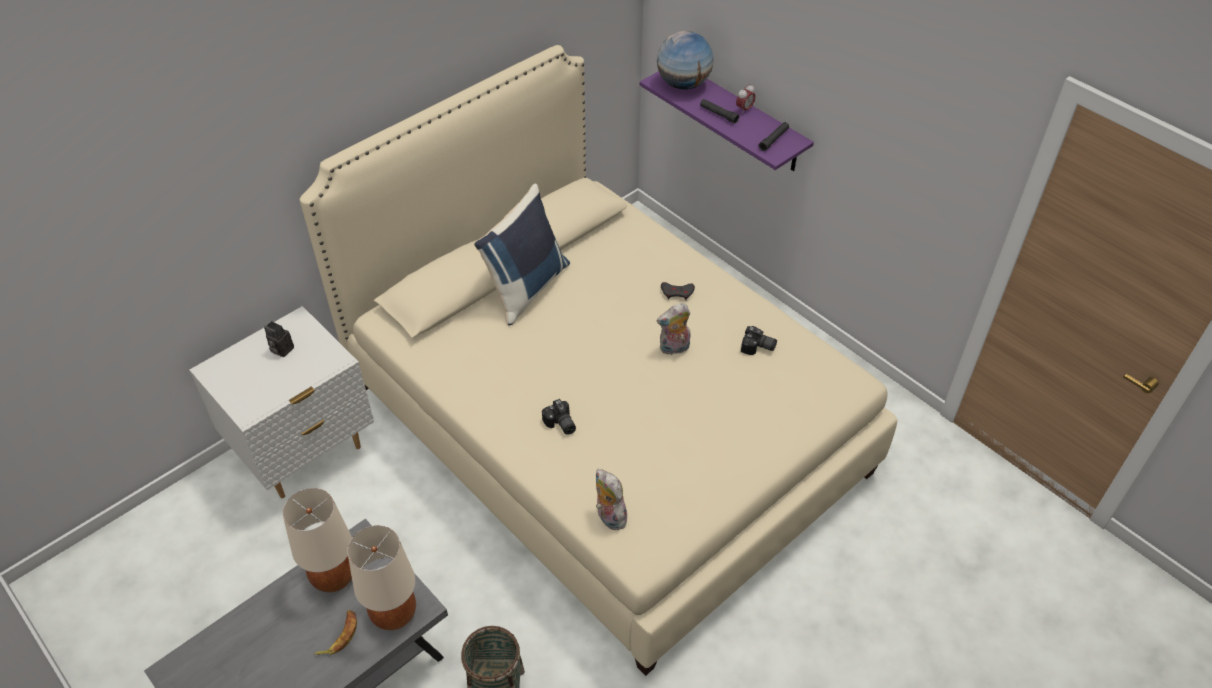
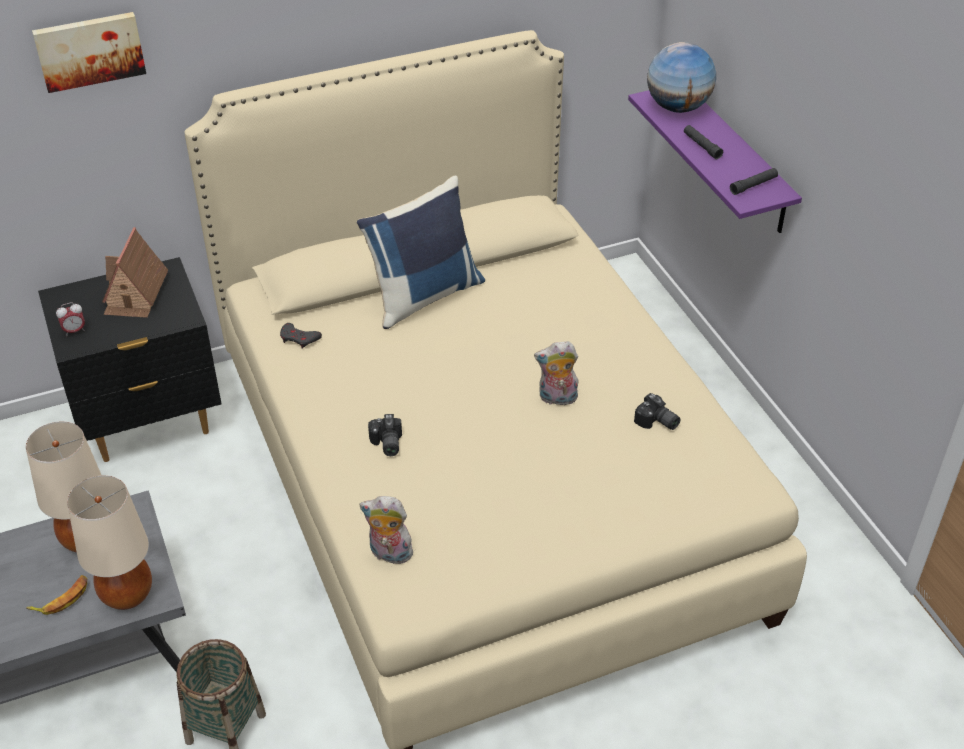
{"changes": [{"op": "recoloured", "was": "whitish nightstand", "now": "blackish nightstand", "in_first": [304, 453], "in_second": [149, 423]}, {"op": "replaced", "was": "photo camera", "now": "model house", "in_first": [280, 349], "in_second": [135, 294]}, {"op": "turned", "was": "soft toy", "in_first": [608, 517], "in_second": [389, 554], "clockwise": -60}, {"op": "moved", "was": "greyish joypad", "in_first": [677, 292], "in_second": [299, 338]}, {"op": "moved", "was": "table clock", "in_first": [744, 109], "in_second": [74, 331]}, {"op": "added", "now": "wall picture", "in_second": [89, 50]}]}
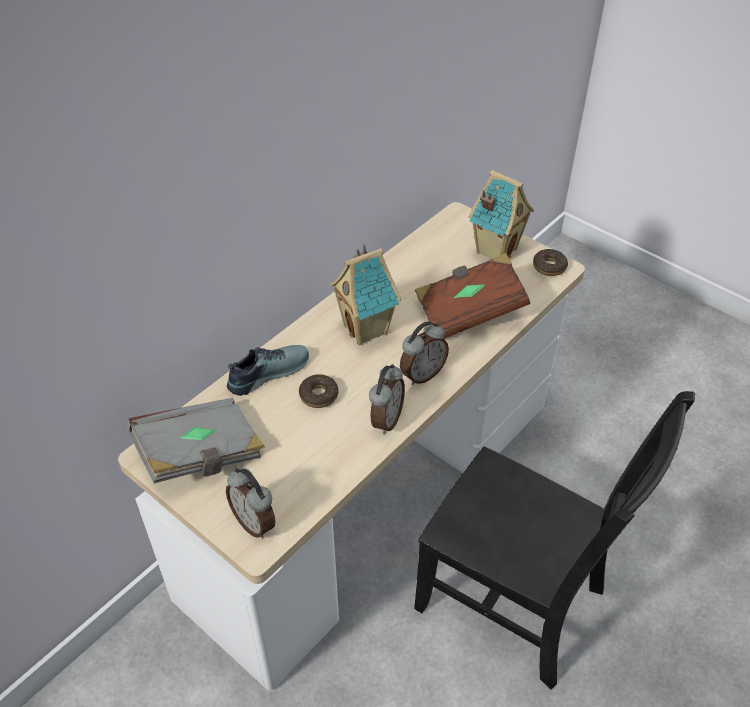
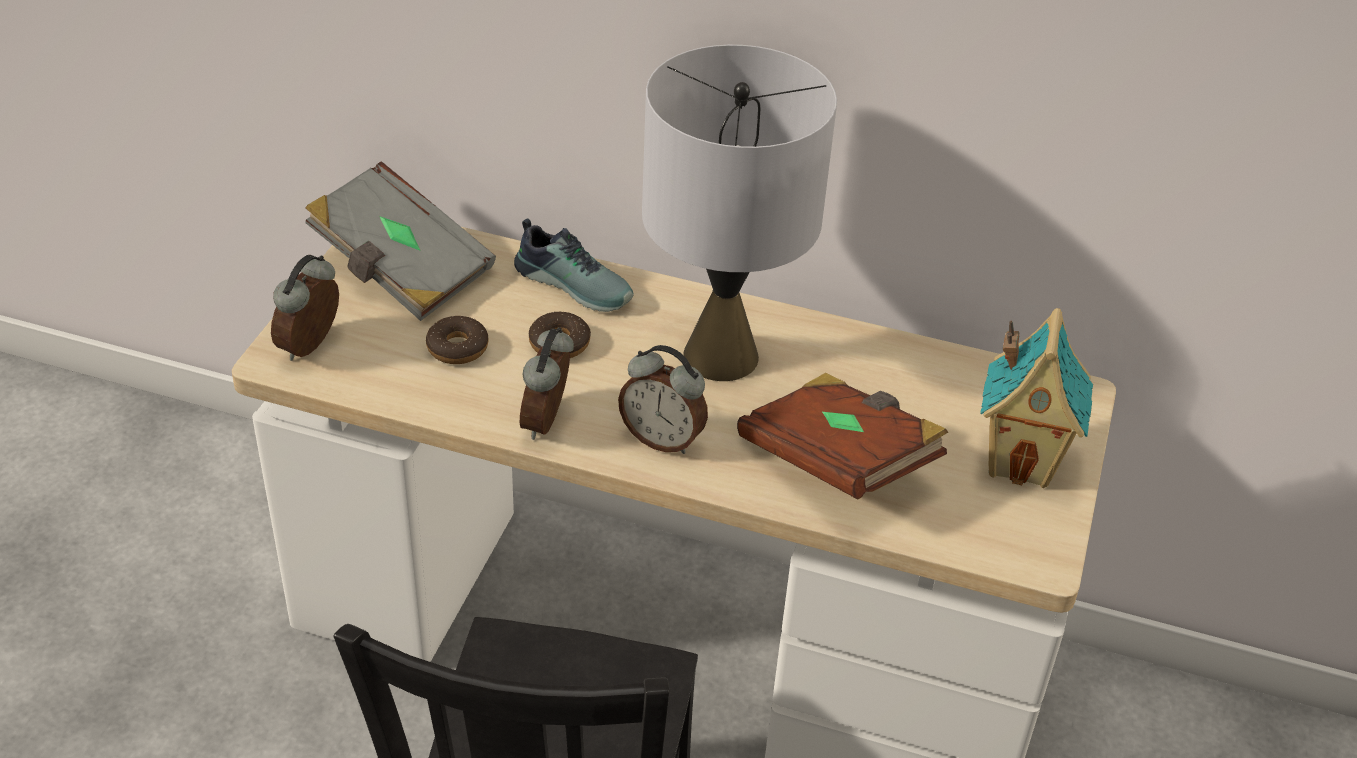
{"changes": [{"op": "replaced", "was": "model house", "now": "greyish table lamp", "in_first": [367, 329], "in_second": [721, 357]}, {"op": "turned", "was": "table clock", "in_first": [385, 419], "in_second": [548, 422], "clockwise": 105}, {"op": "moved", "was": "doughnut", "in_first": [549, 267], "in_second": [457, 348]}]}
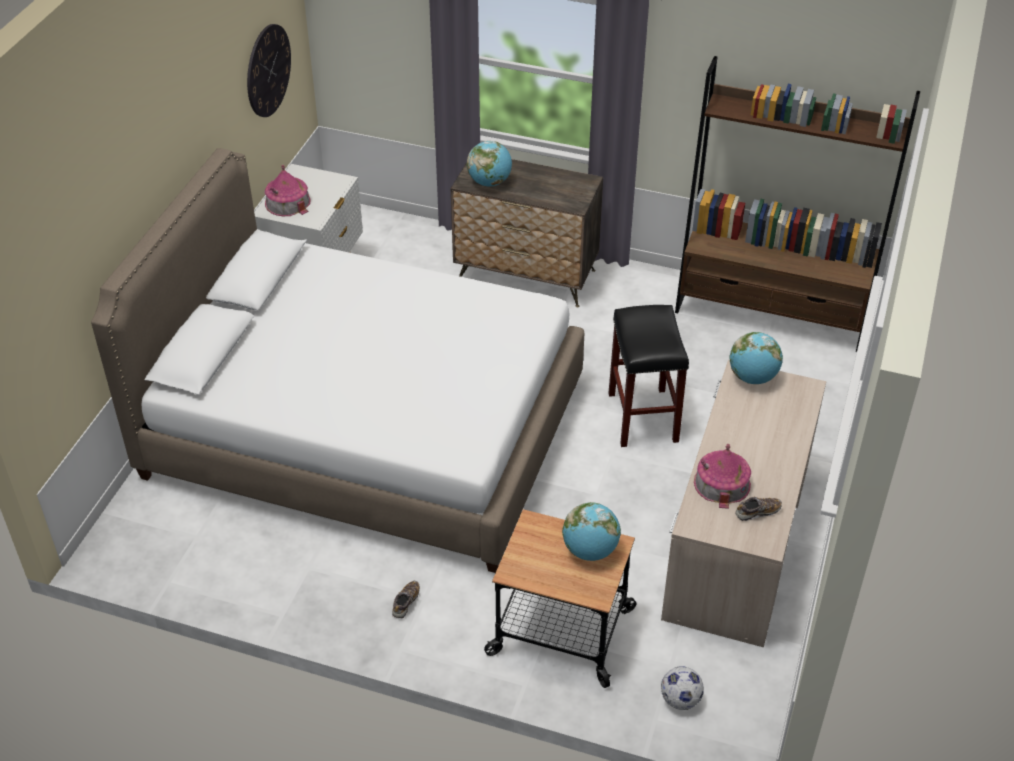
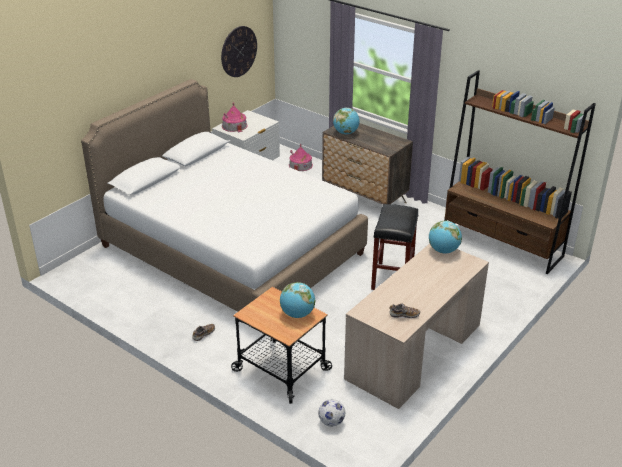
{"changes": [{"op": "moved", "was": "model house", "in_first": [722, 483], "in_second": [300, 165]}]}
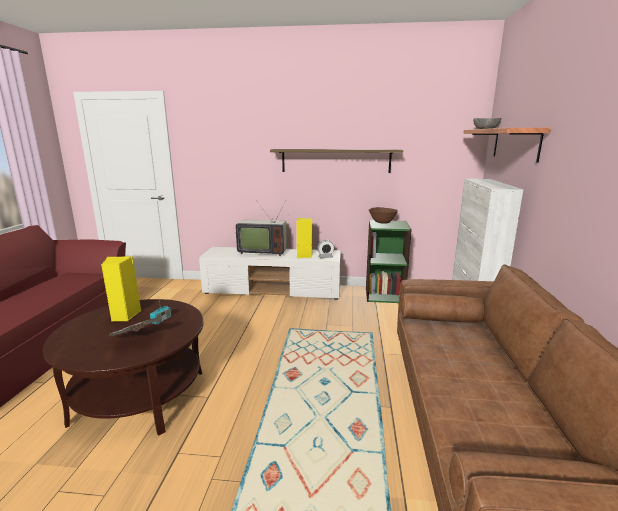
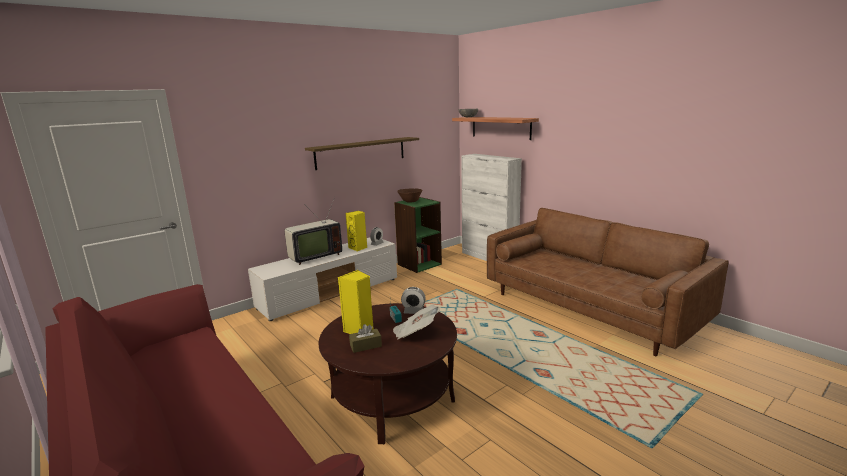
{"changes": [{"op": "added", "now": "brownish tissue holder", "in_second": [365, 346]}, {"op": "added", "now": "table clock", "in_second": [413, 311]}]}
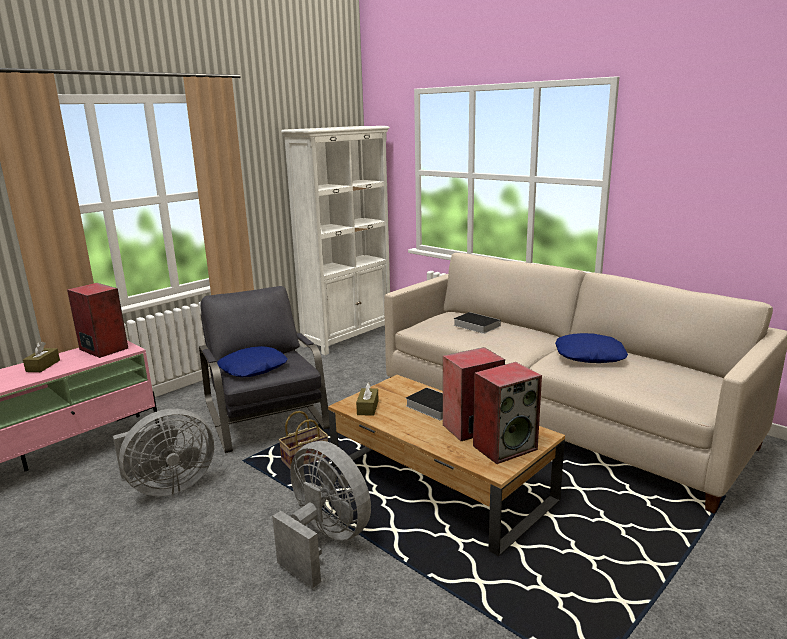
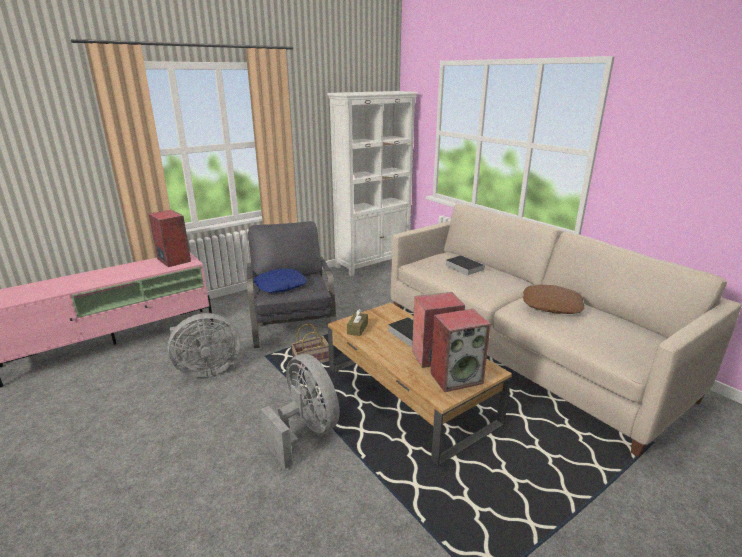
{"changes": [{"op": "removed", "was": "brownish tissue holder", "in_first": [43, 366]}, {"op": "recoloured", "was": "blue pillow", "now": "brownish pillow", "in_first": [589, 355], "in_second": [551, 305]}]}
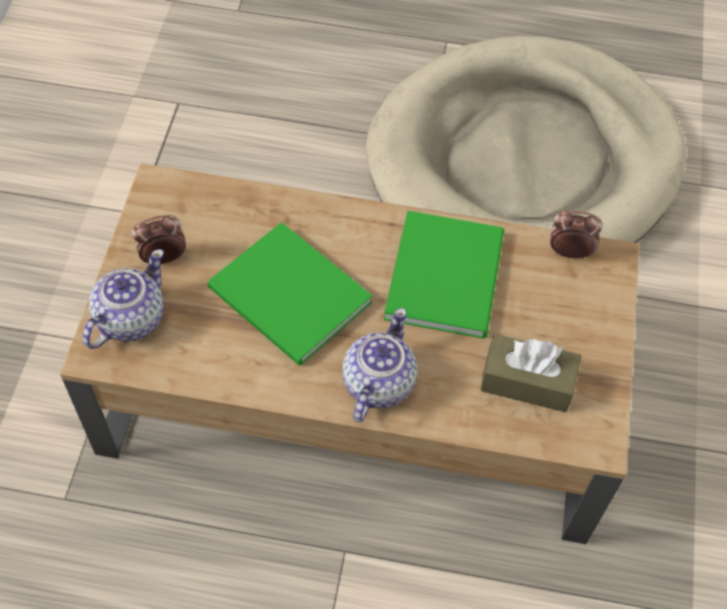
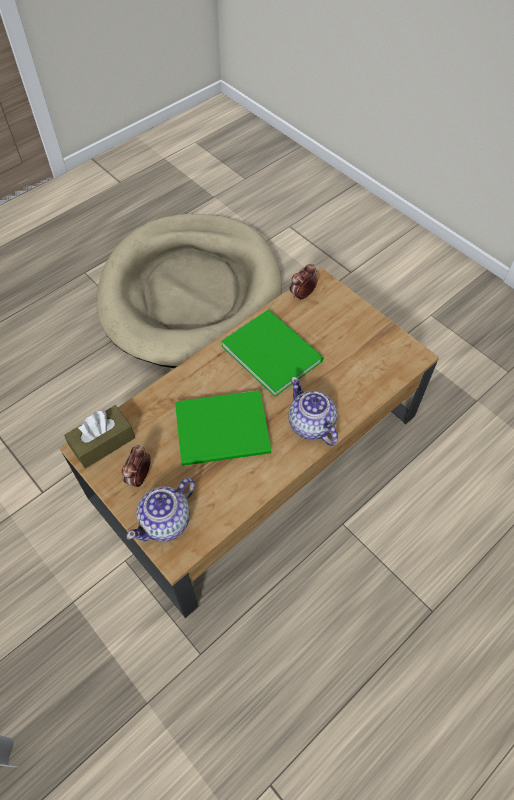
{"changes": [{"op": "turned", "was": "pot for tea", "in_first": [129, 319], "in_second": [166, 521], "clockwise": -120}, {"op": "moved", "was": "brownish tissue holder", "in_first": [527, 382], "in_second": [103, 442]}]}
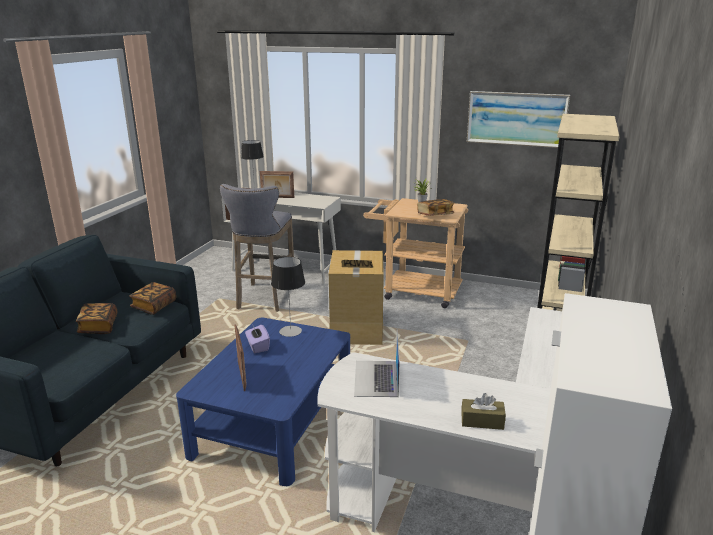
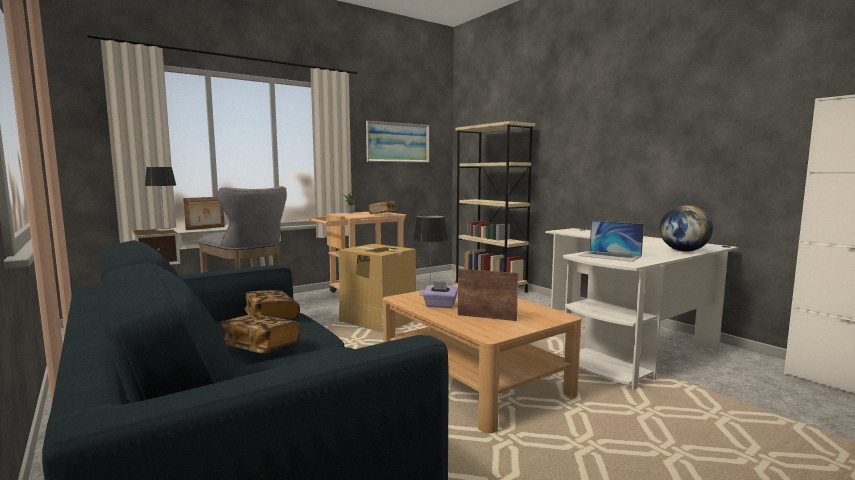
{"changes": [{"op": "recoloured", "was": "blue lounge table", "now": "beige lounge table", "in_first": [274, 421], "in_second": [473, 379]}, {"op": "replaced", "was": "brownish tissue holder", "now": "globe", "in_first": [482, 421], "in_second": [683, 251]}]}
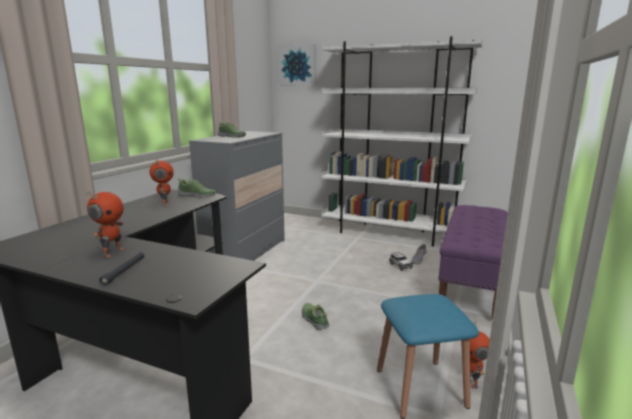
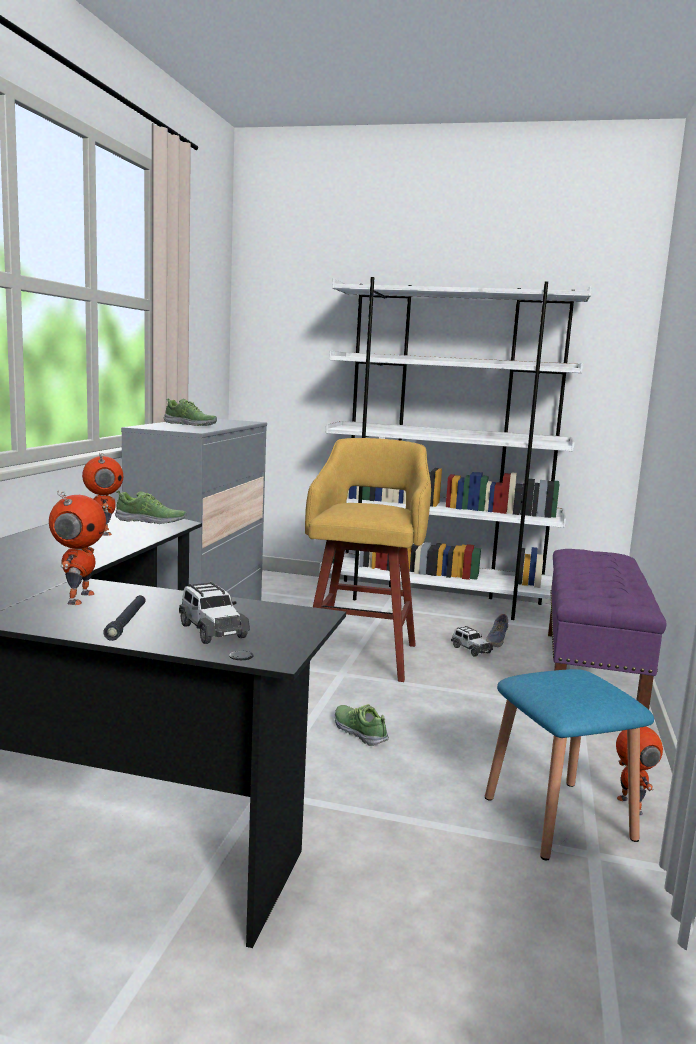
{"changes": [{"op": "removed", "was": "wall picture", "in_first": [298, 65]}, {"op": "added", "now": "model car", "in_second": [211, 630]}, {"op": "added", "now": "yellowish stool seat", "in_second": [362, 654]}]}
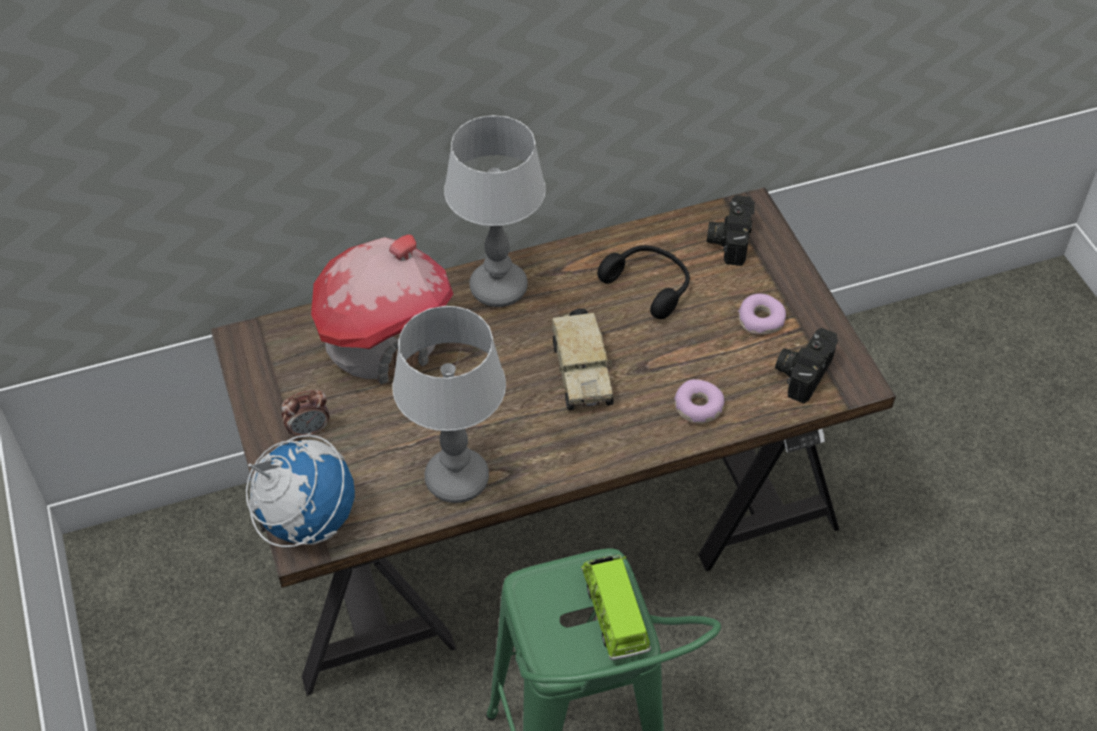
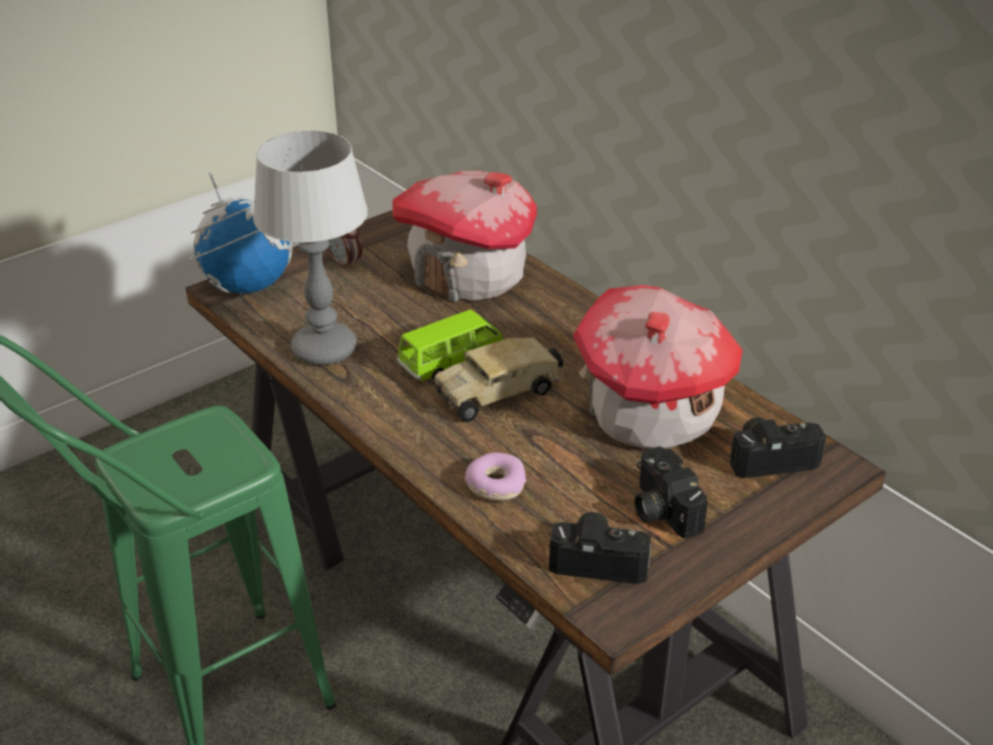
{"changes": [{"op": "removed", "was": "table lamp", "in_first": [497, 288]}, {"op": "moved", "was": "green model car", "in_first": [615, 614], "in_second": [451, 362]}, {"op": "replaced", "was": "blackish headset", "now": "model house", "in_first": [649, 285], "in_second": [651, 413]}, {"op": "replaced", "was": "doughnut", "now": "photo camera", "in_first": [761, 320], "in_second": [660, 509]}]}
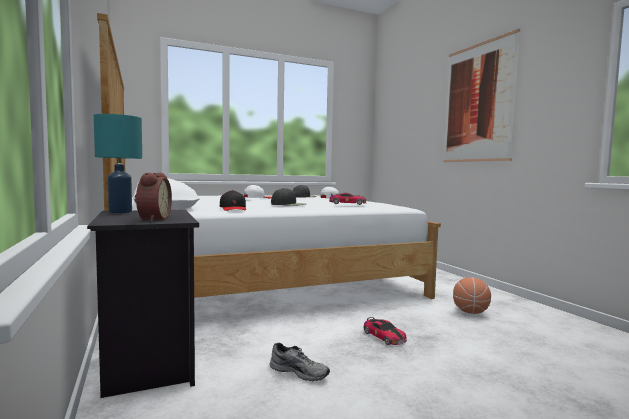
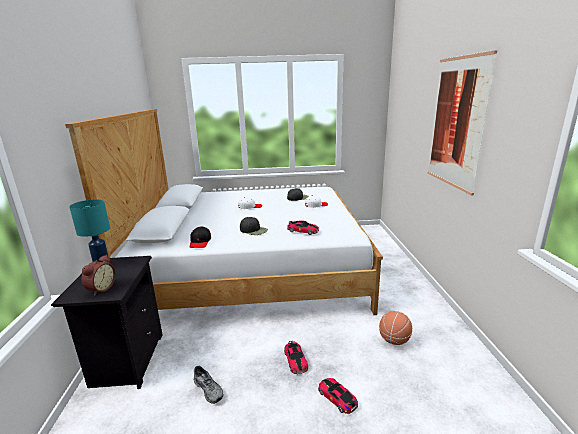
{"changes": [{"op": "added", "now": "model car", "in_second": [337, 398]}]}
